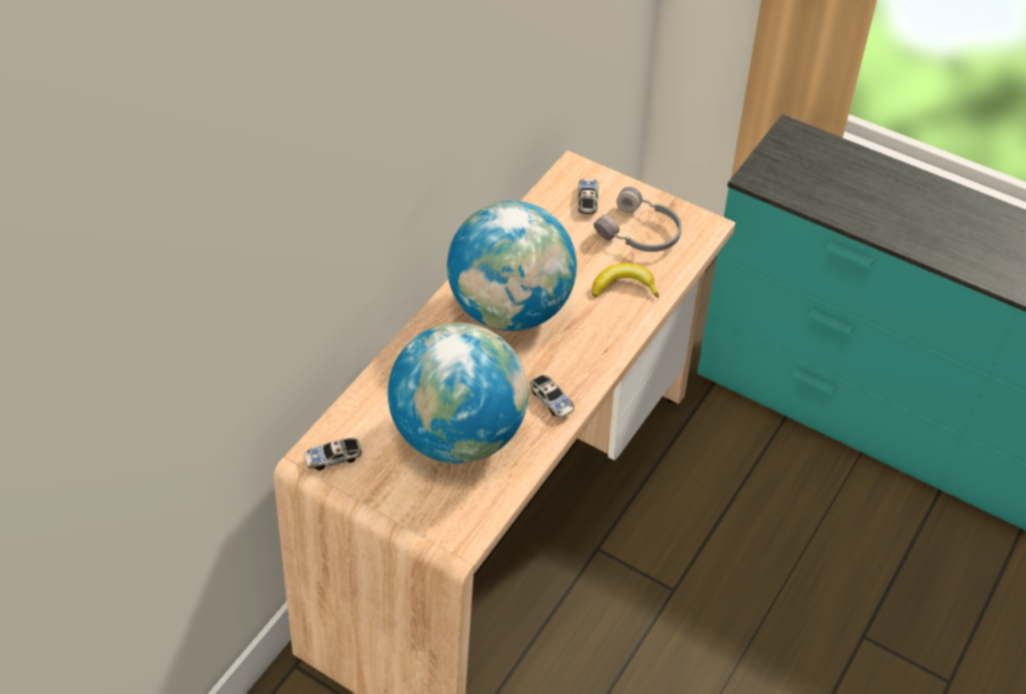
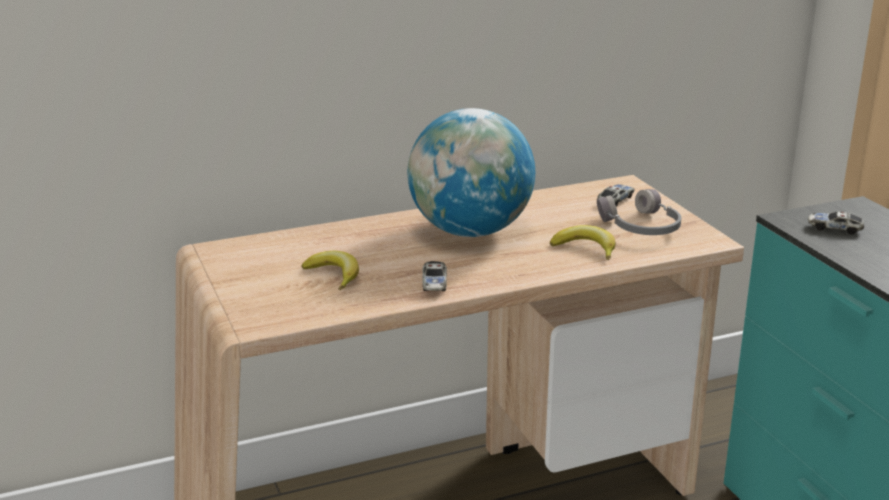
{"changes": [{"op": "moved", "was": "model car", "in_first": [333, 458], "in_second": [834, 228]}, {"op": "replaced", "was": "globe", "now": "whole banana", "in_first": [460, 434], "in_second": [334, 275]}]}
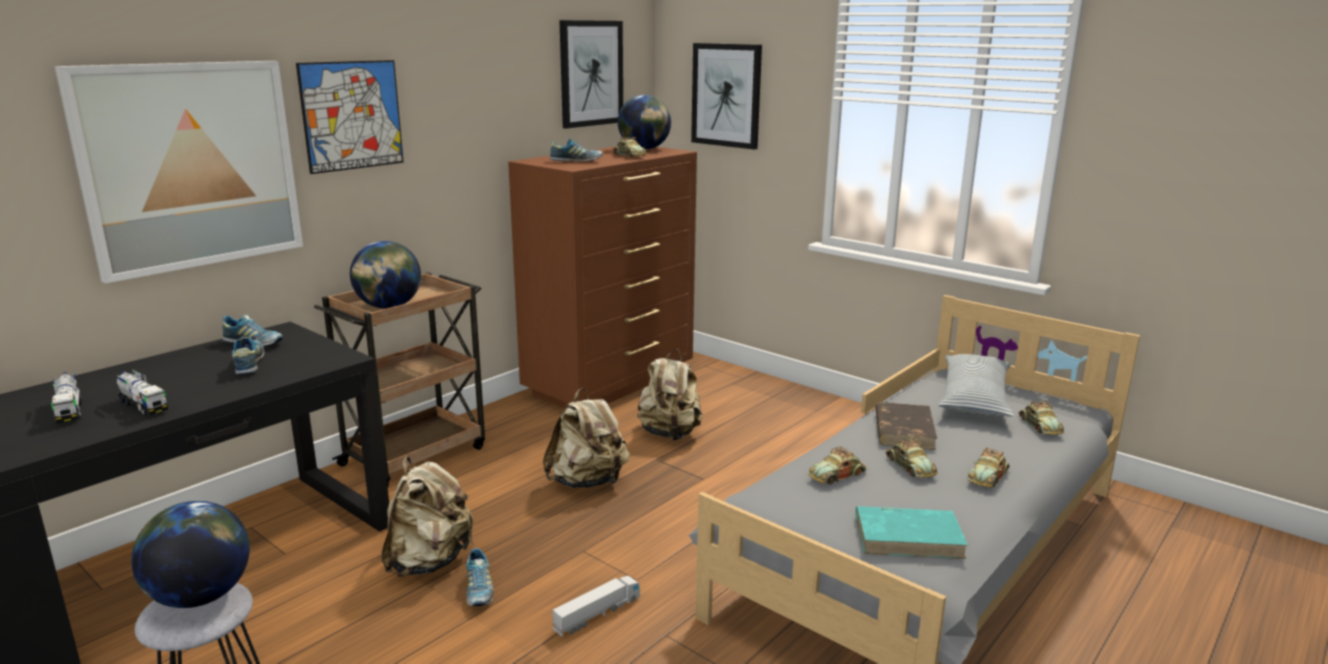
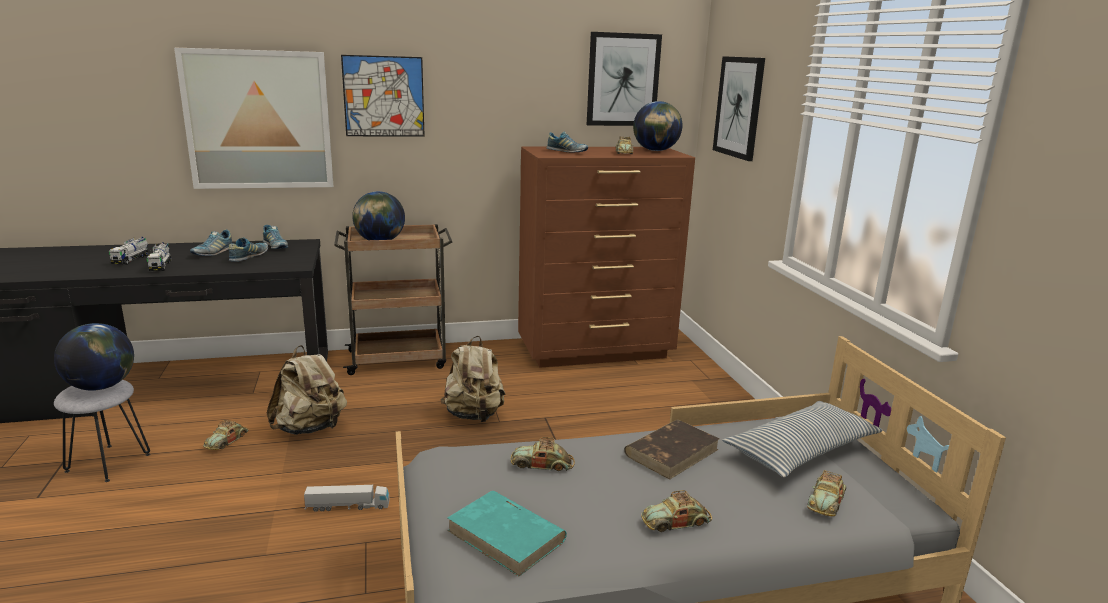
{"changes": [{"op": "moved", "was": "shoe", "in_first": [479, 590], "in_second": [213, 252]}, {"op": "removed", "was": "beige knapsack", "in_first": [670, 434]}, {"op": "moved", "was": "model car", "in_first": [909, 466], "in_second": [227, 441]}]}
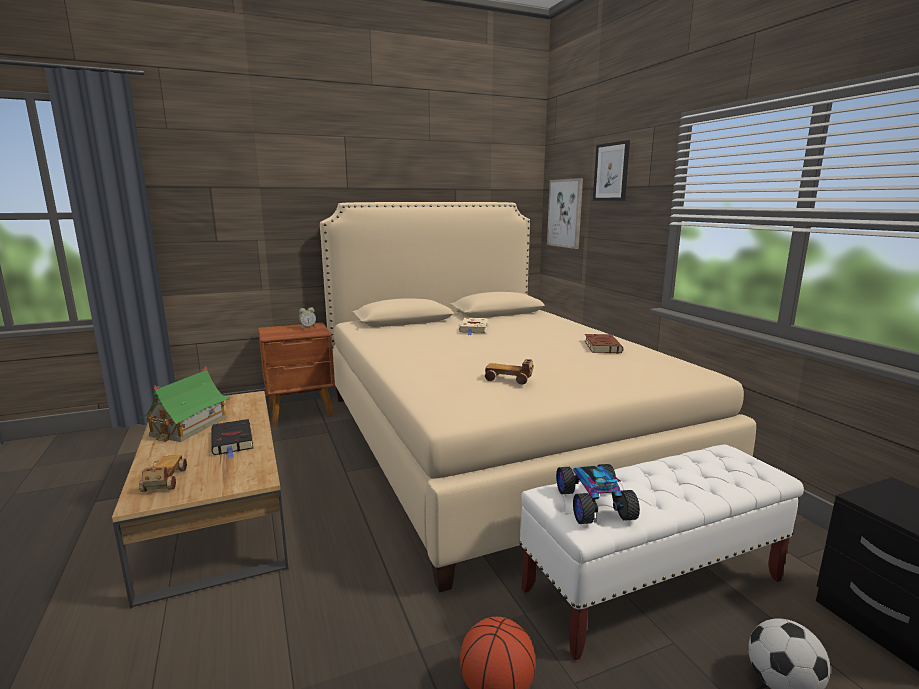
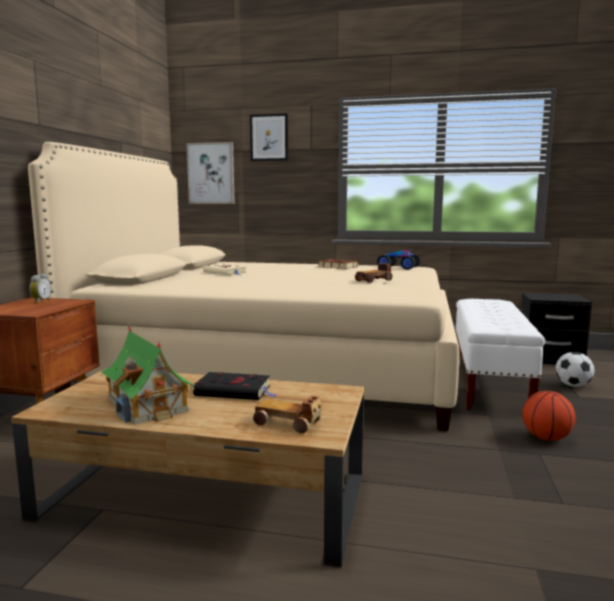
{"changes": [{"op": "moved", "was": "model car", "in_first": [595, 504], "in_second": [398, 267]}]}
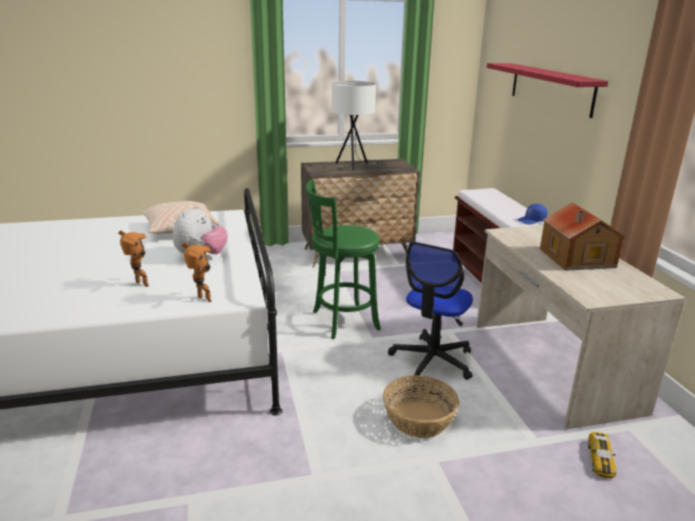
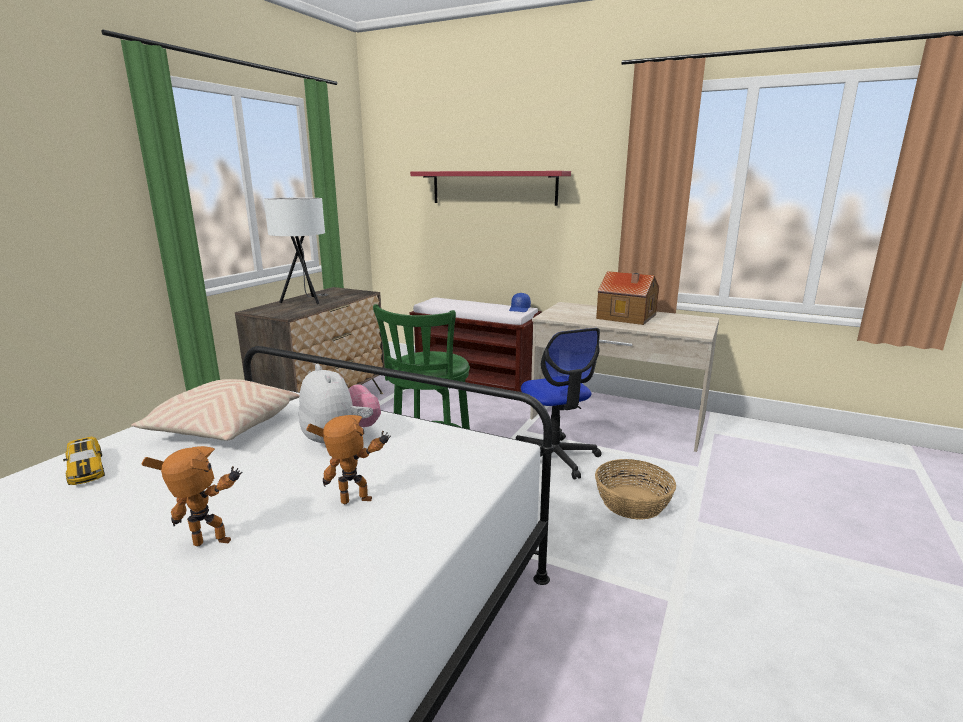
{"changes": [{"op": "moved", "was": "robot figure", "in_first": [202, 300], "in_second": [211, 546]}, {"op": "moved", "was": "model car", "in_first": [600, 459], "in_second": [86, 469]}]}
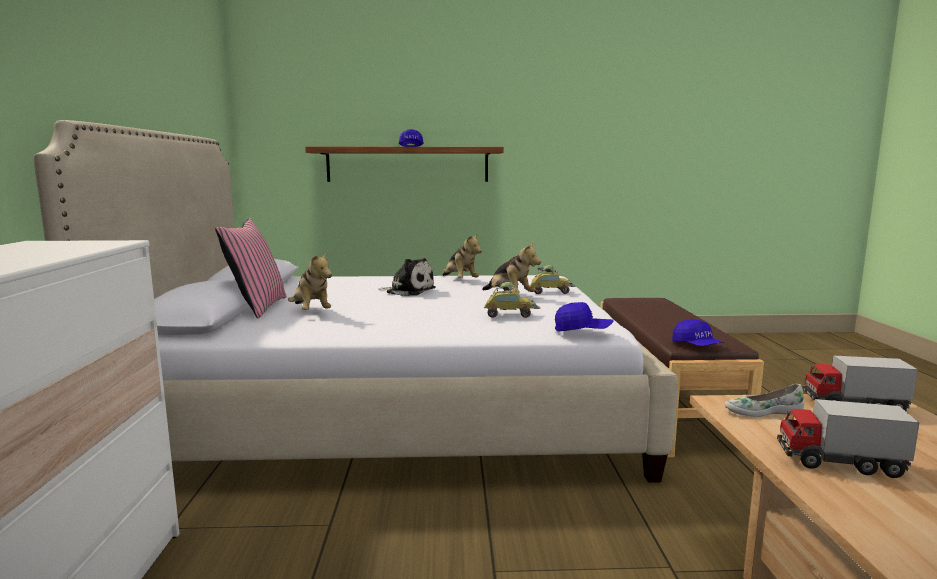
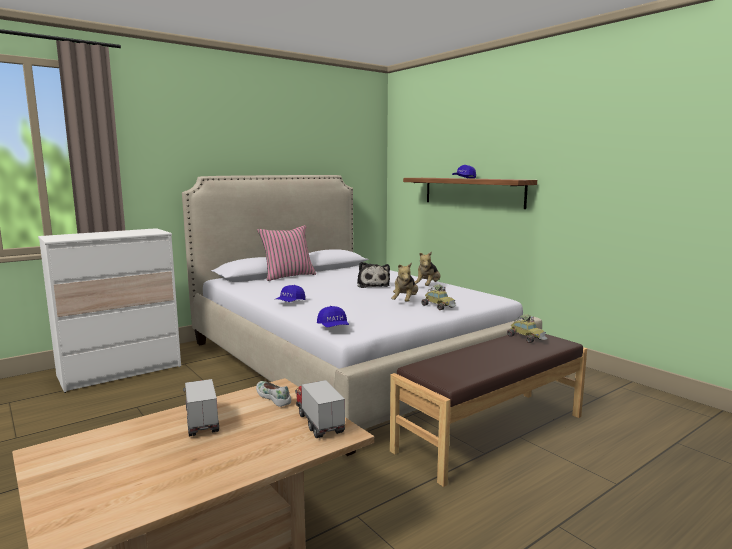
{"changes": [{"op": "removed", "was": "soft toy", "in_first": [311, 312]}, {"op": "moved", "was": "model car", "in_first": [509, 314], "in_second": [527, 338]}, {"op": "moved", "was": "blue baseball cap", "in_first": [696, 346], "in_second": [290, 302]}]}
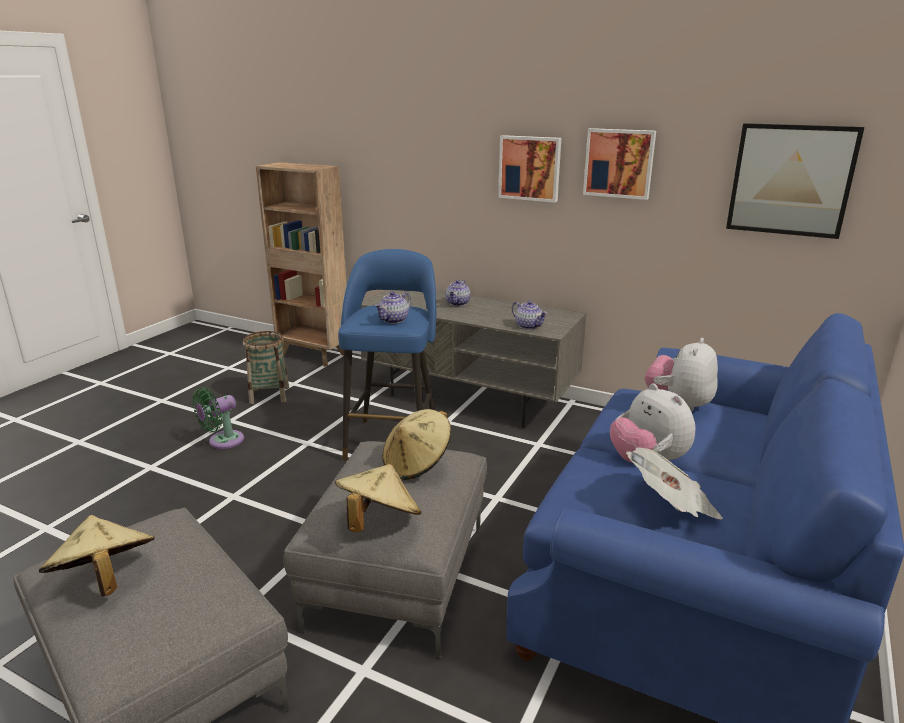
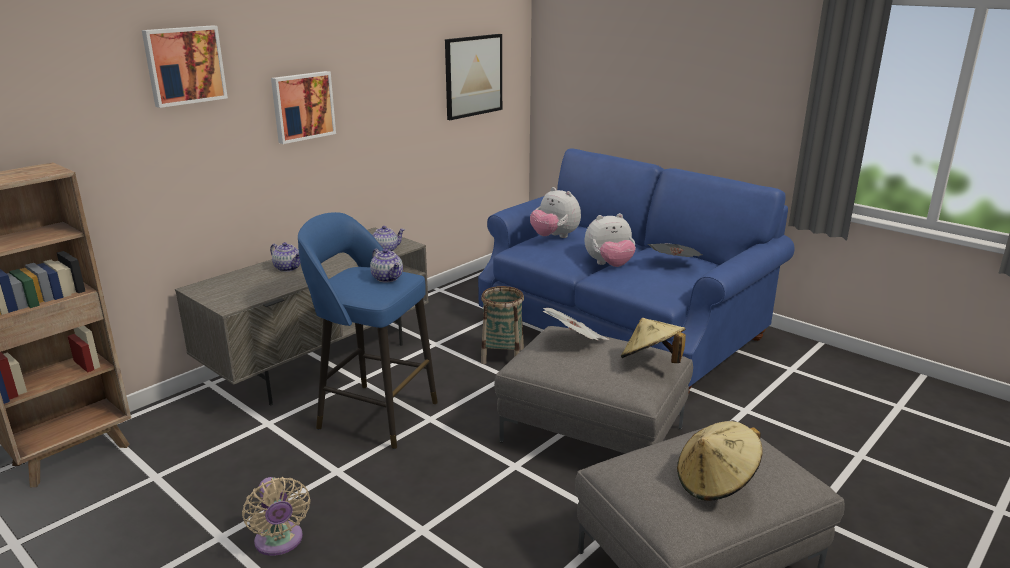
{"changes": [{"op": "recoloured", "was": "green electric fan", "now": "beige electric fan", "in_first": [222, 441], "in_second": [280, 542]}, {"op": "moved", "was": "storage basket", "in_first": [269, 395], "in_second": [502, 355]}, {"op": "replaced", "was": "beige clothing hat", "now": "printed paper", "in_first": [417, 464], "in_second": [575, 341]}, {"op": "moved", "was": "wall picture", "in_first": [619, 163], "in_second": [184, 65]}]}
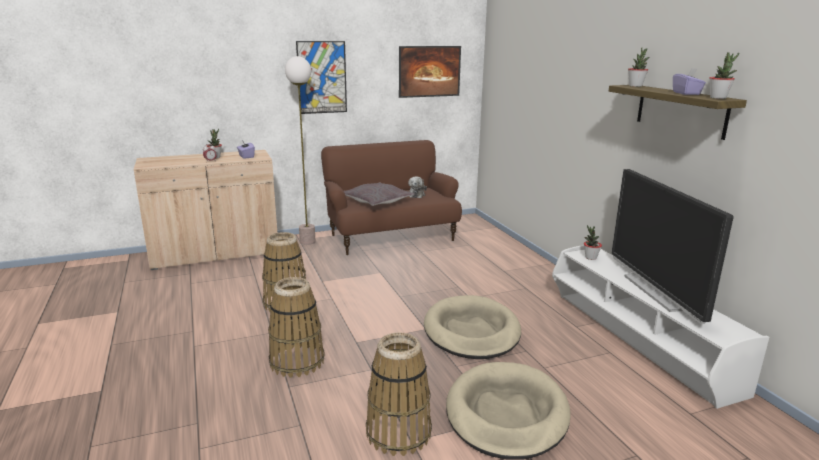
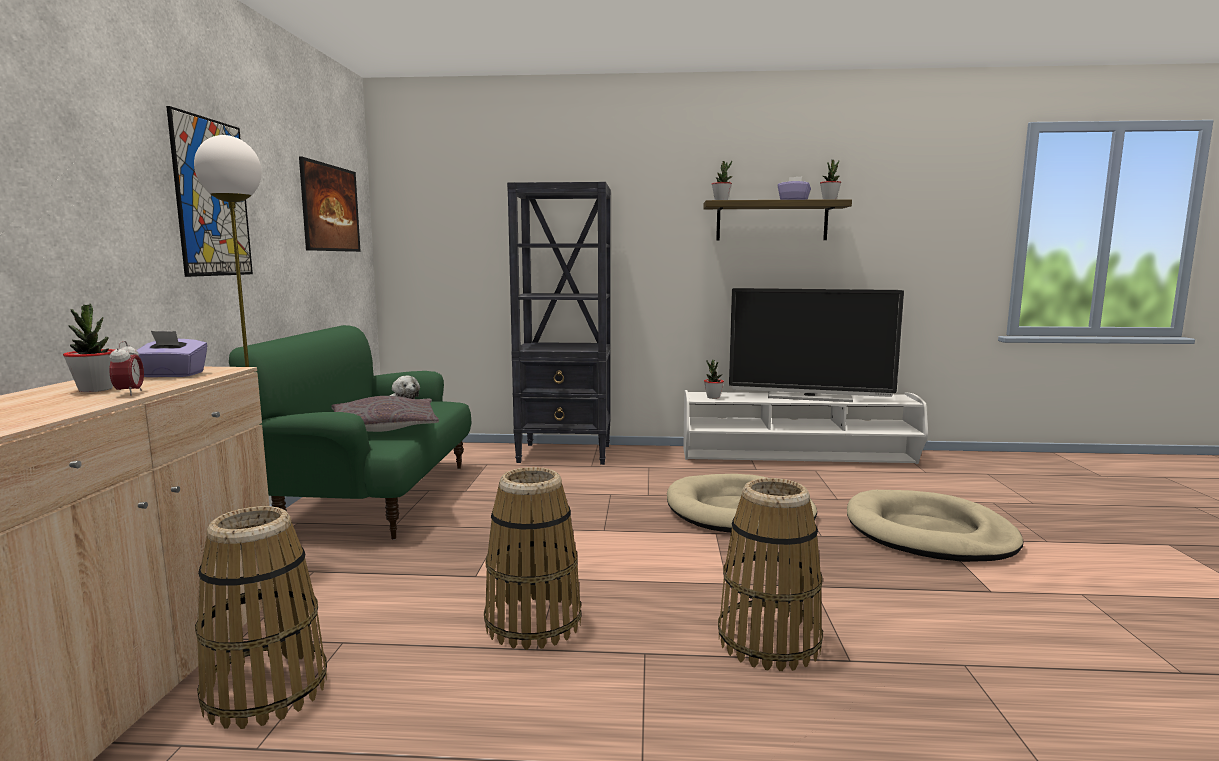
{"changes": [{"op": "recoloured", "was": "brownish sofa", "now": "green sofa", "in_first": [391, 237], "in_second": [376, 497]}, {"op": "moved", "was": "storage basket", "in_first": [398, 433], "in_second": [266, 691]}, {"op": "added", "now": "blackish bookshelf", "in_second": [565, 454]}]}
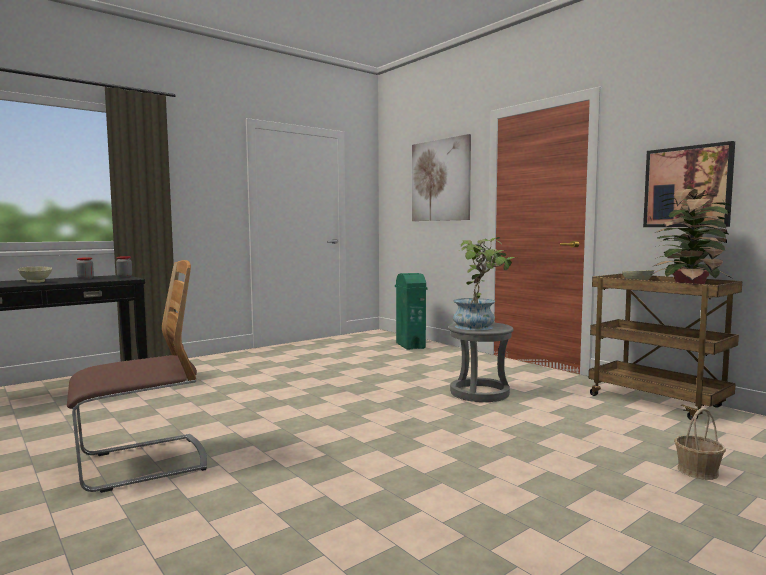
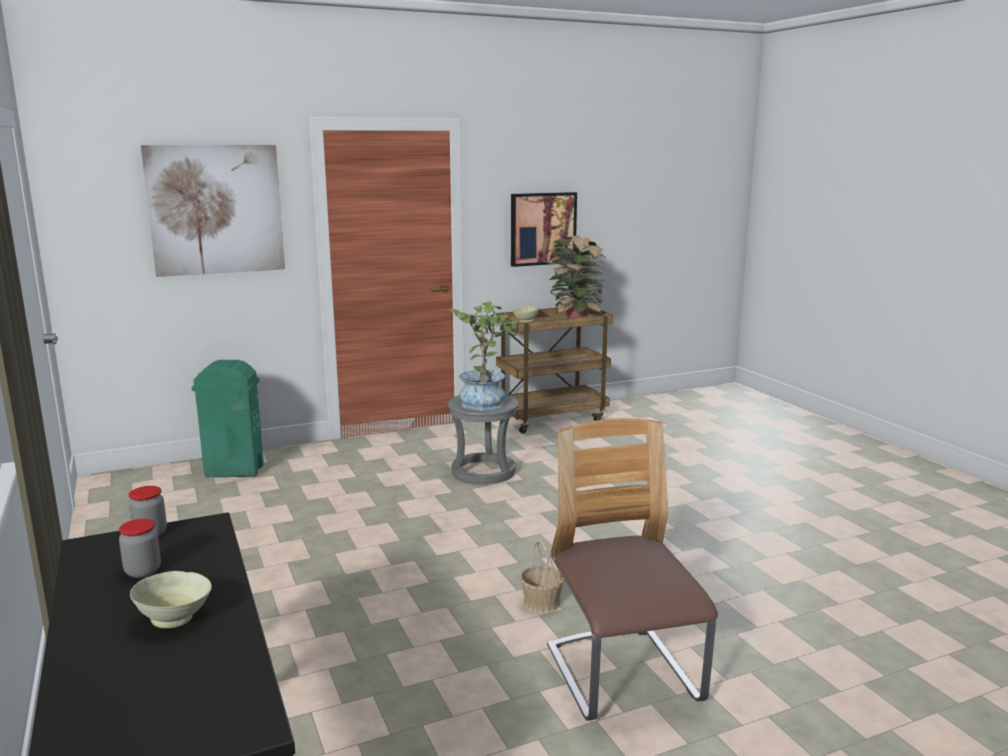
{"changes": [{"op": "moved", "was": "storage basket", "in_first": [697, 471], "in_second": [541, 603]}]}
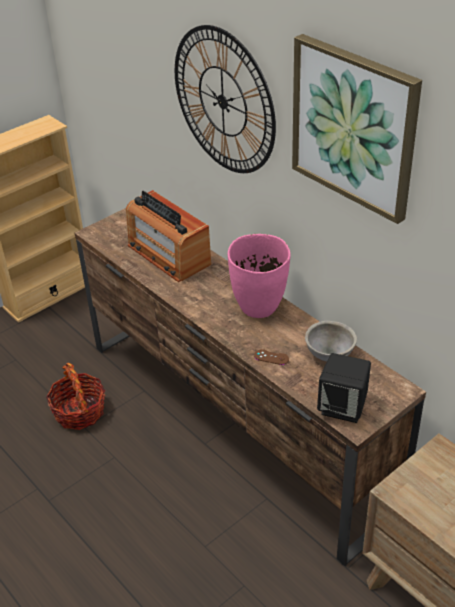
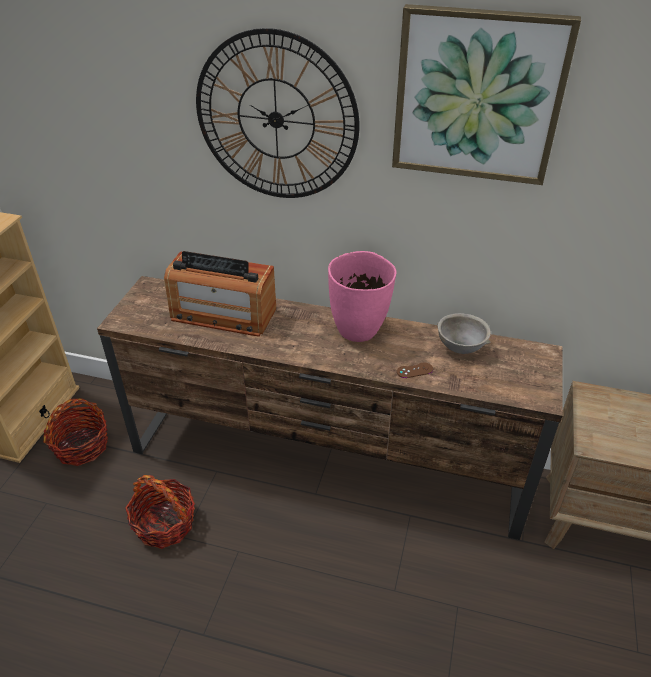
{"changes": [{"op": "removed", "was": "blackish loudspeaker", "in_first": [343, 407]}, {"op": "added", "now": "storage basket", "in_second": [82, 446]}]}
